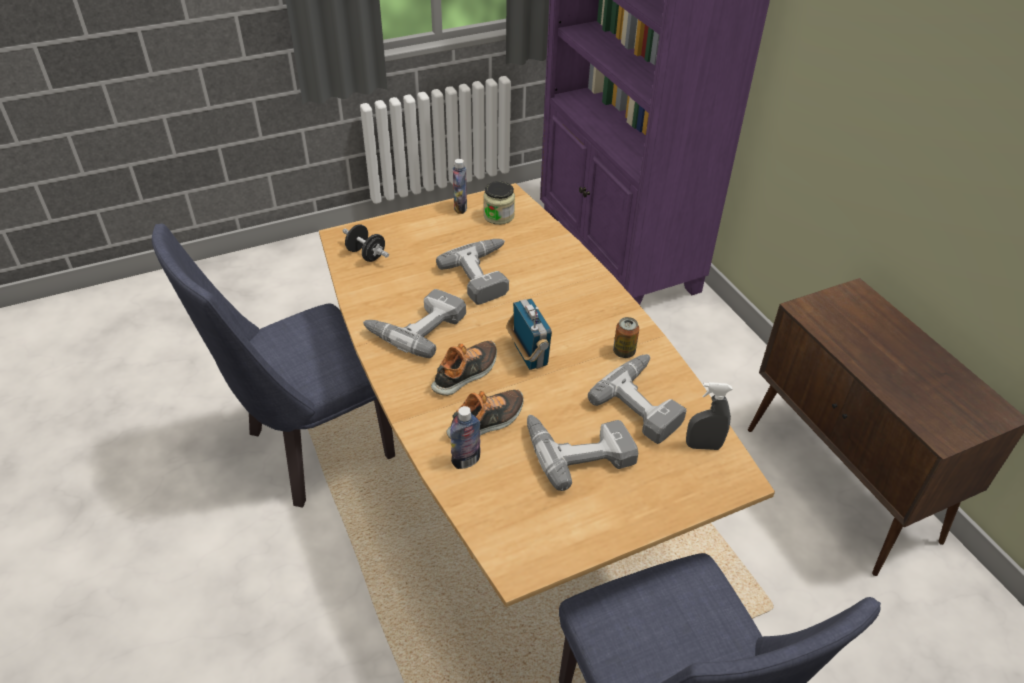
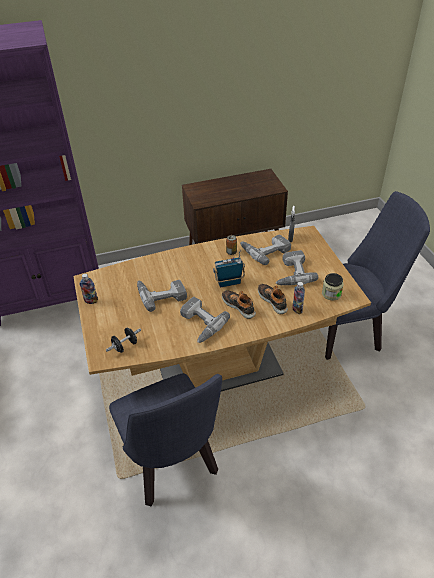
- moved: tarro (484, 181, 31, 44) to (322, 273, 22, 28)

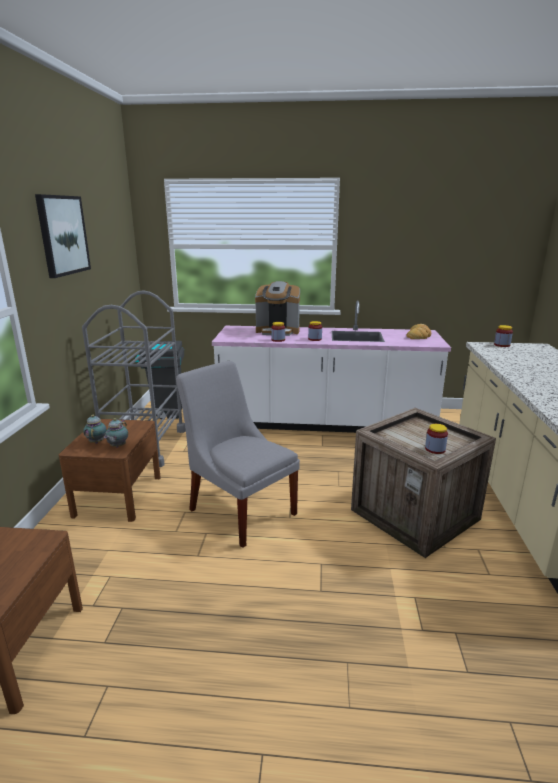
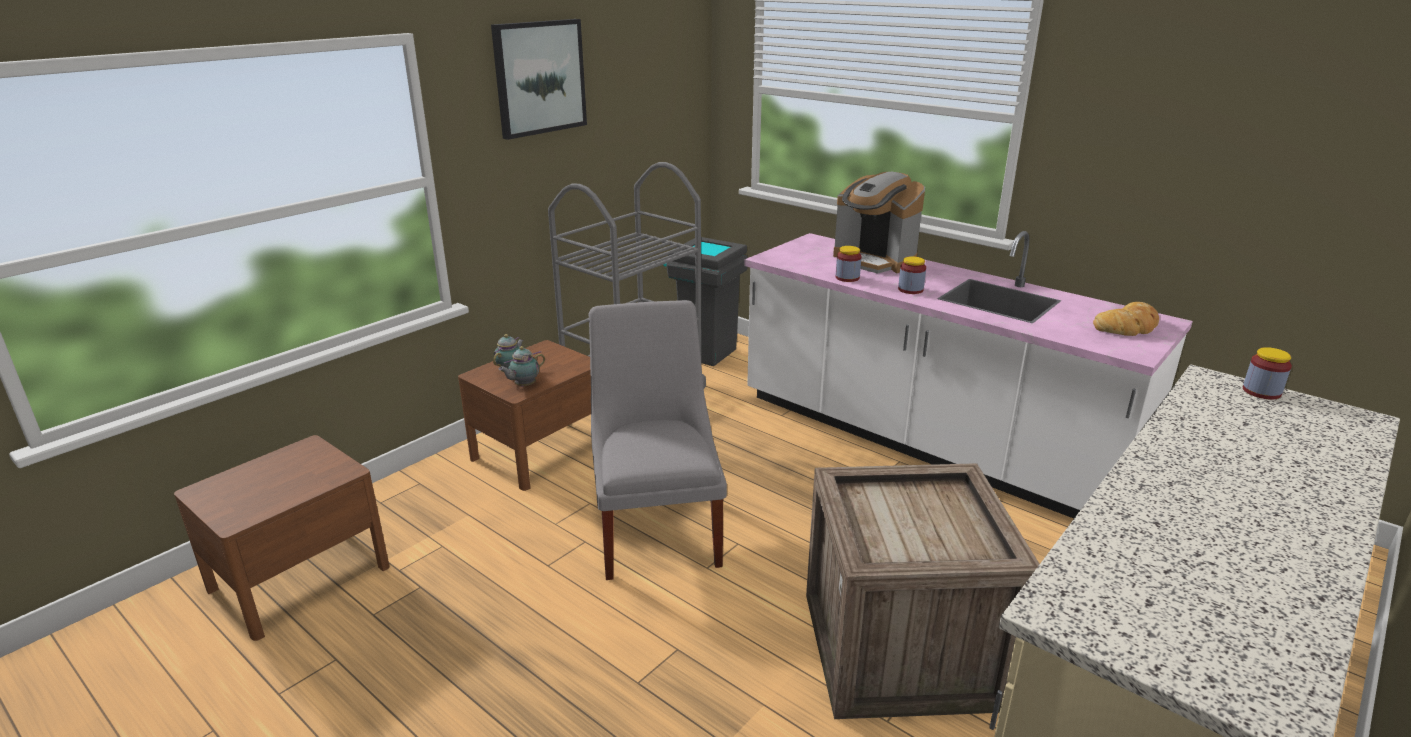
- removed: tarro (425, 424, 23, 30)

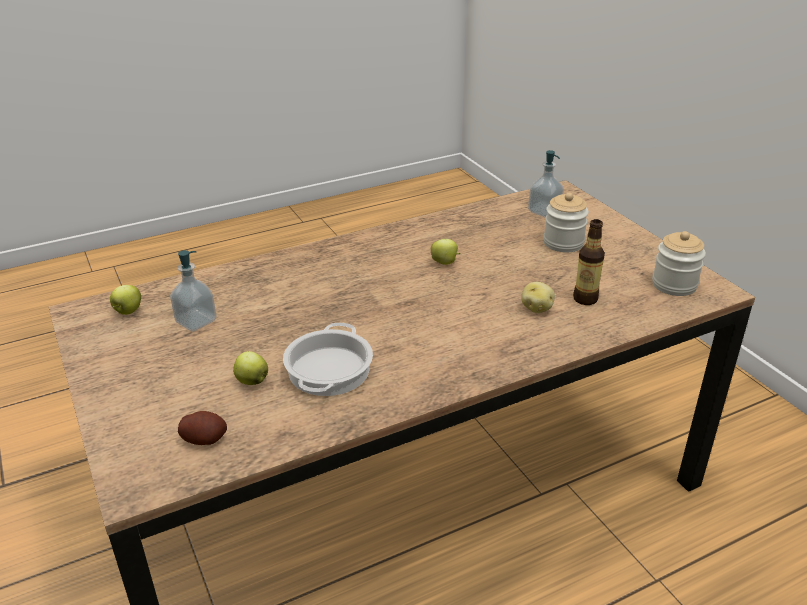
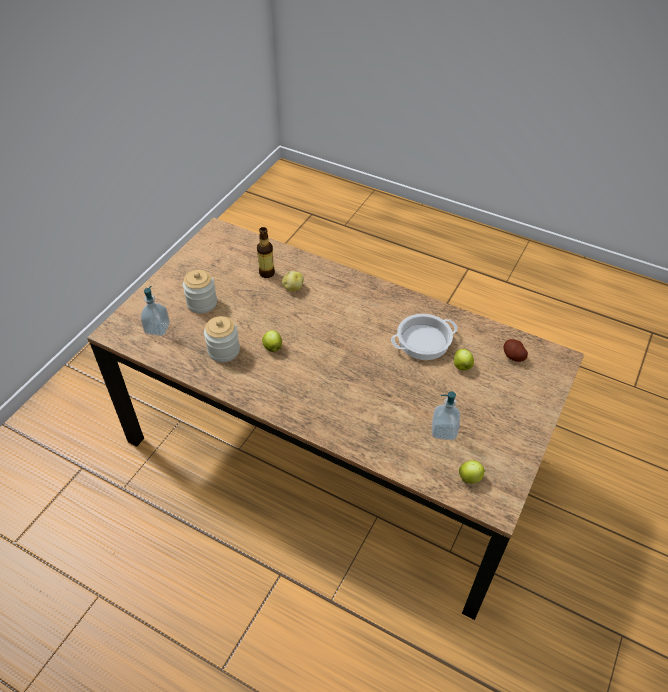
- moved: tarro (652, 231, 54, 65) to (204, 316, 36, 46)

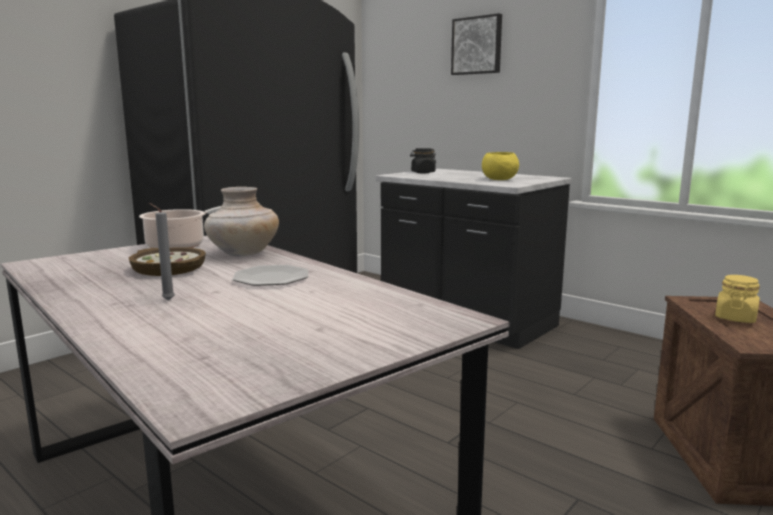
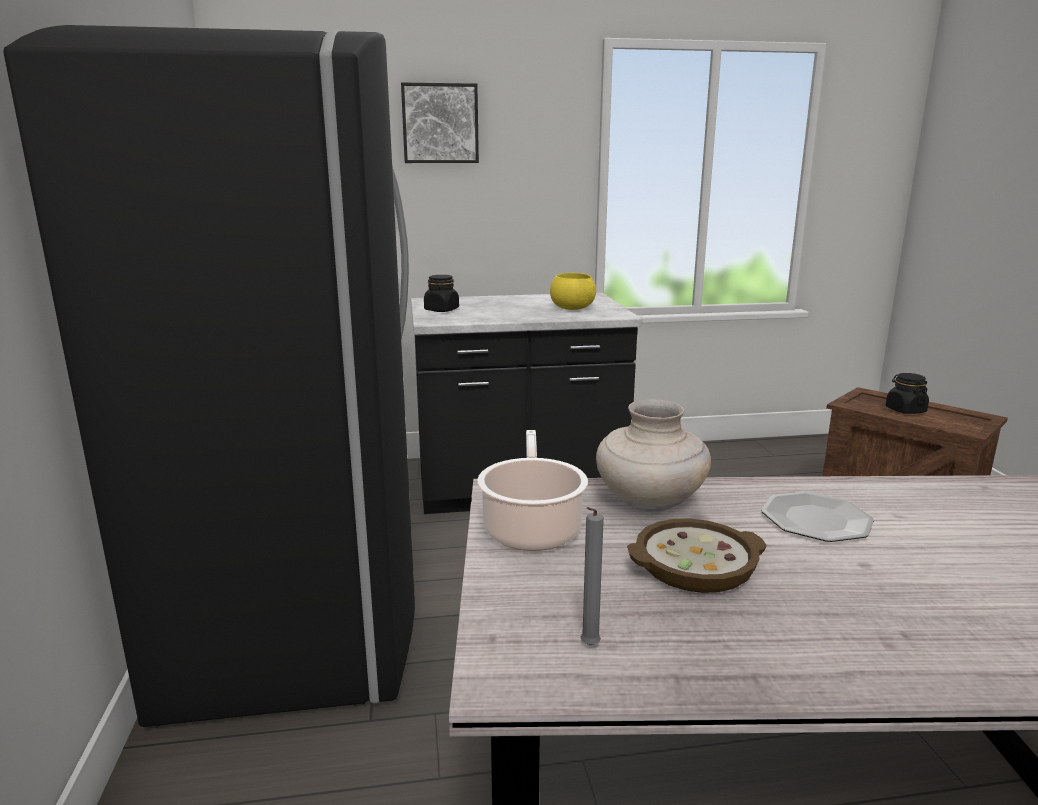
- moved: vela/gris (149, 203, 26, 97) to (581, 507, 23, 139)
- recoloured: tarro/amarillo (715, 275, 45, 48) to tarro/negro (886, 373, 43, 41)

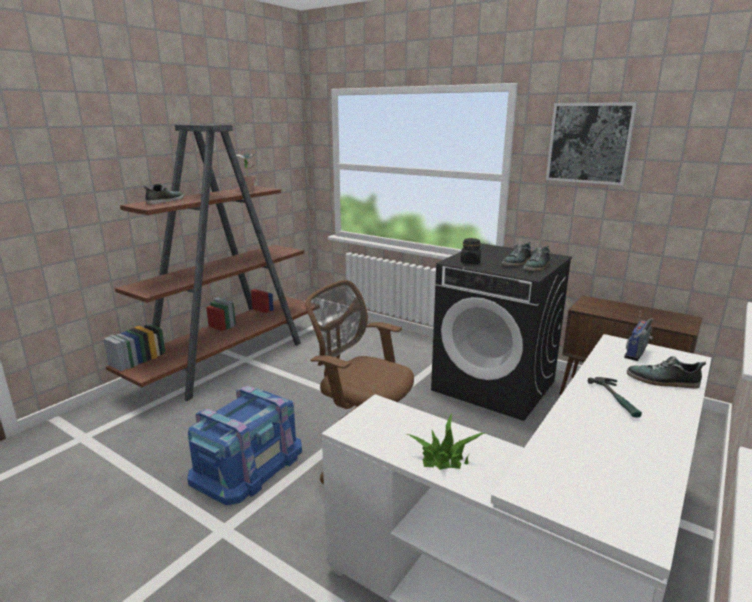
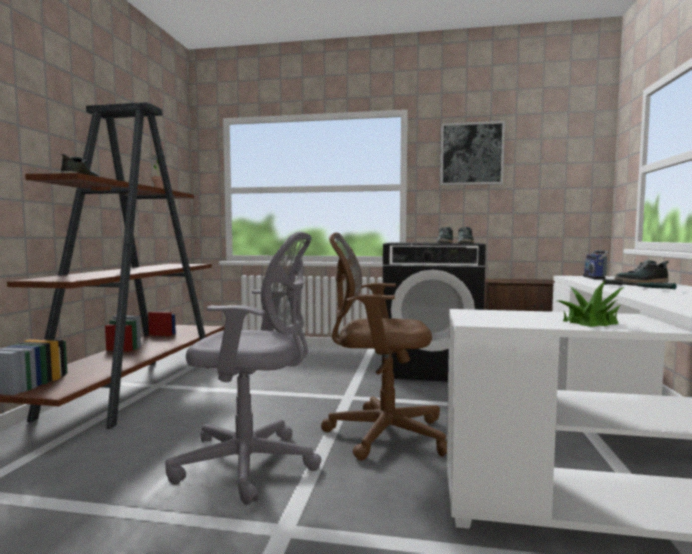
- replaced: caja de almacenaje/azul (187, 386, 115, 119) to silla de oficina/gris (165, 232, 157, 273)
- removed: tarro/negro (461, 238, 20, 26)

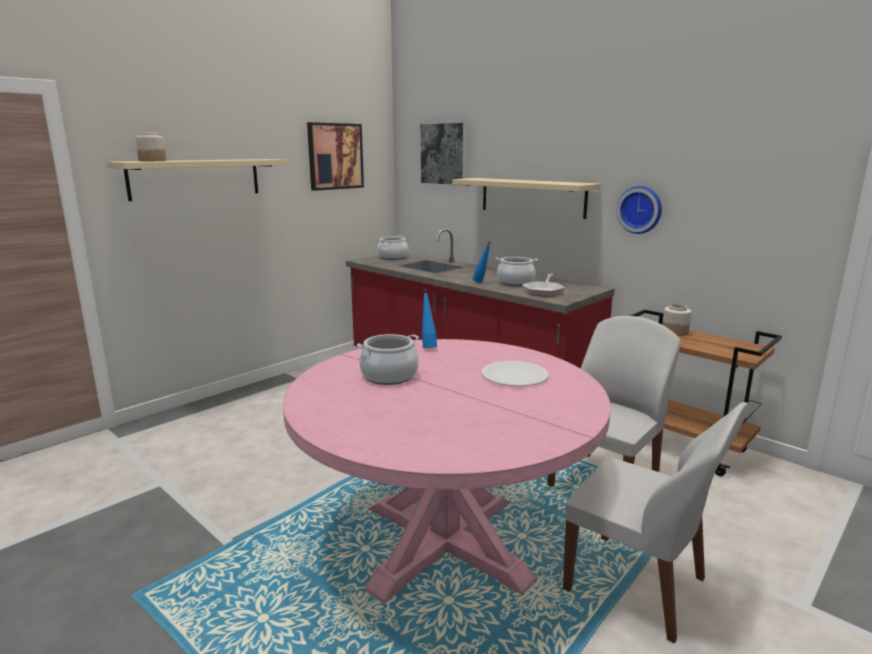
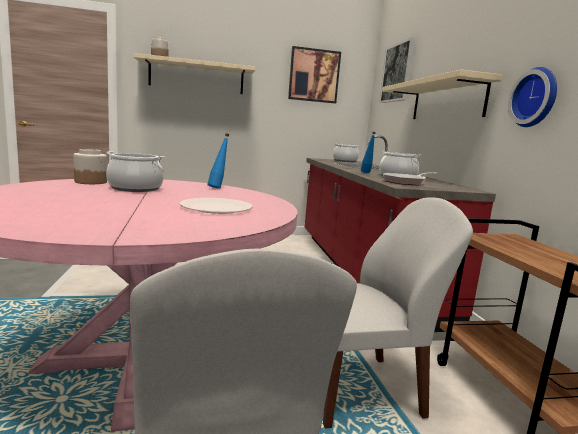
- moved: tarro (662, 304, 29, 32) to (73, 149, 34, 35)

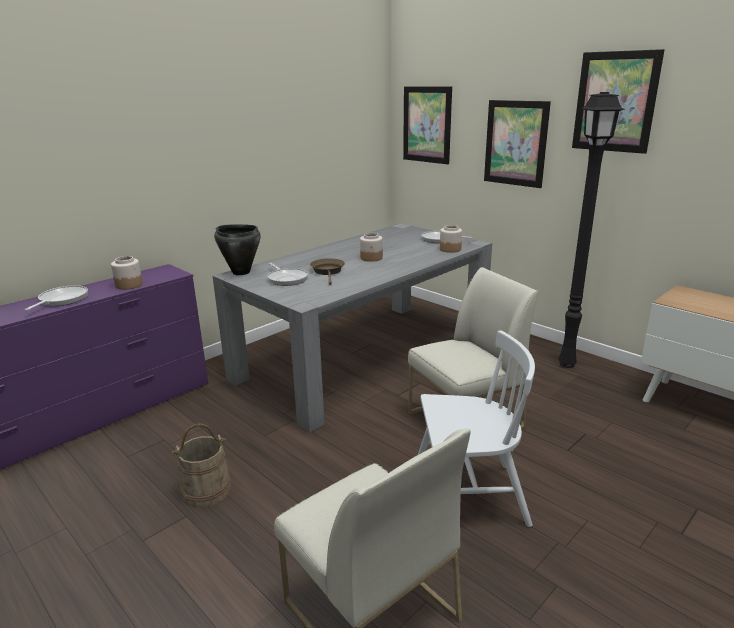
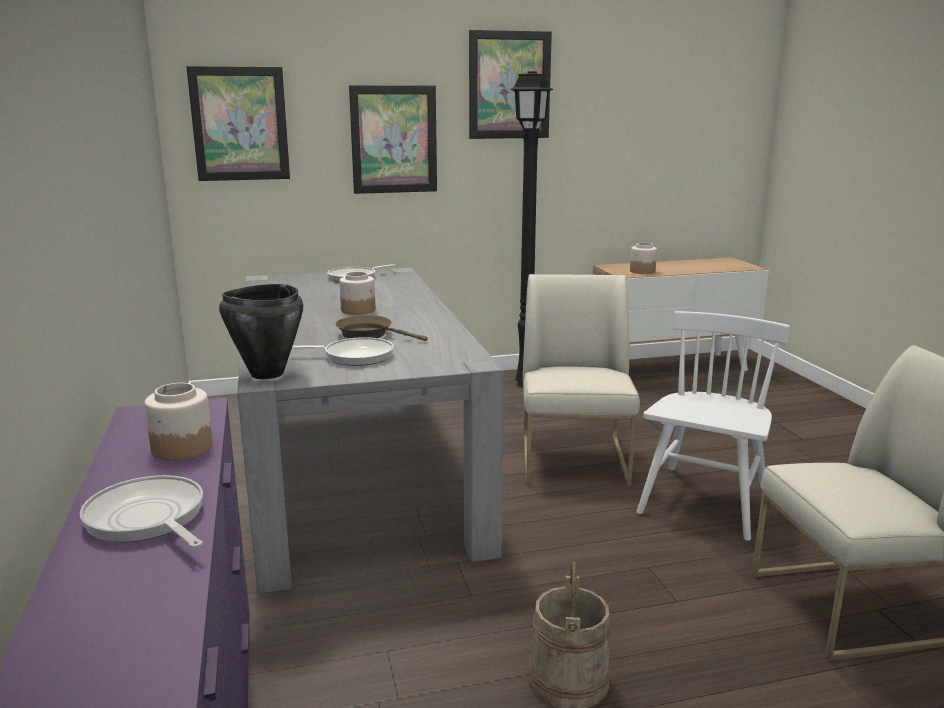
- moved: tarro (440, 225, 22, 28) to (630, 243, 27, 31)

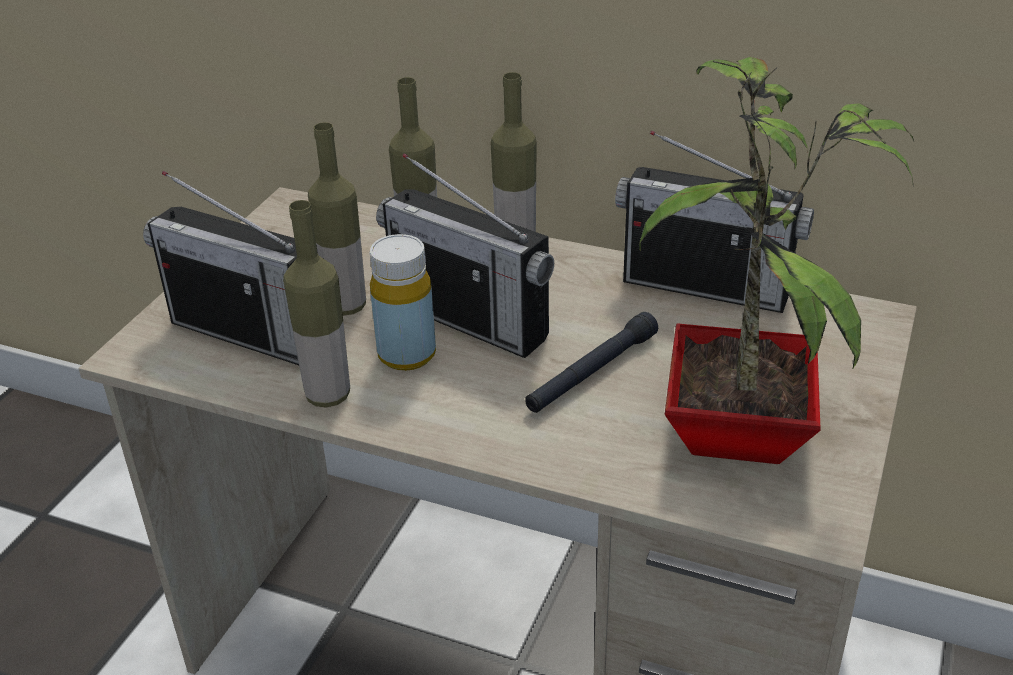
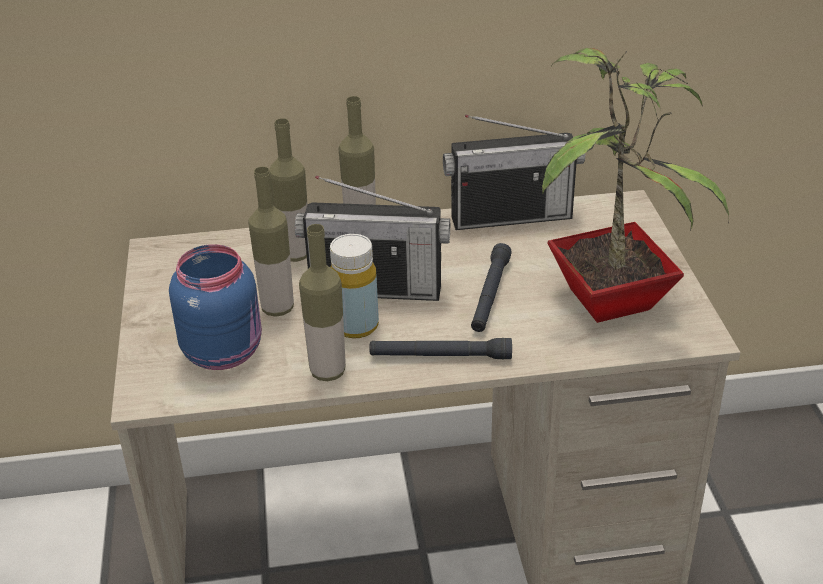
- replaced: radio (143, 171, 175, 194) to tarro/azul (169, 244, 93, 126)
- added: linterna/negro (369, 338, 143, 21)

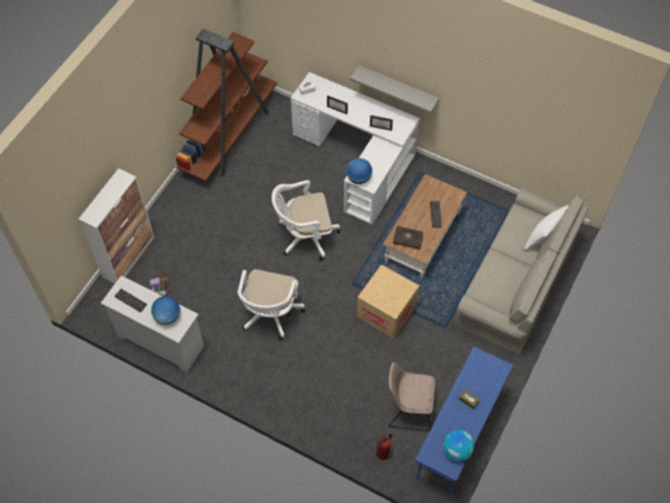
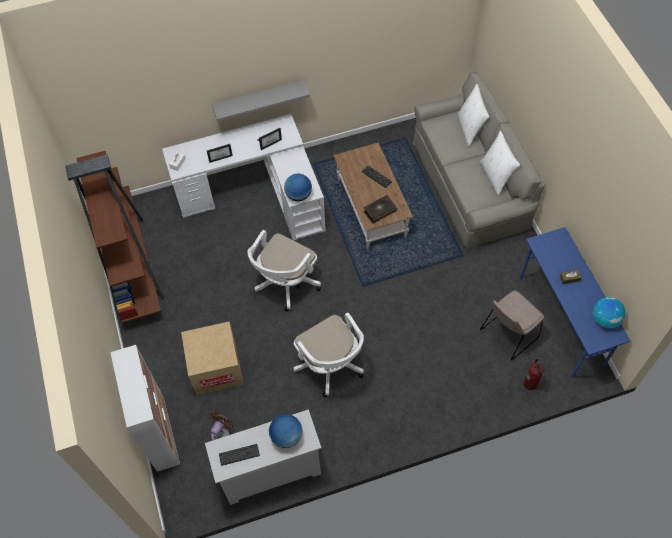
- moved: caja de cartón (357, 264, 62, 75) to (181, 322, 63, 73)
- added: cojín/blanco (480, 131, 40, 65)

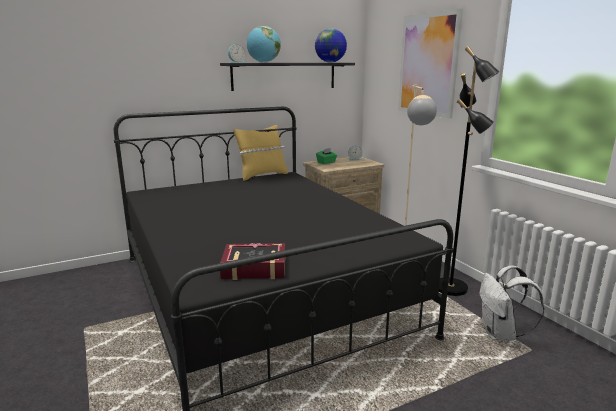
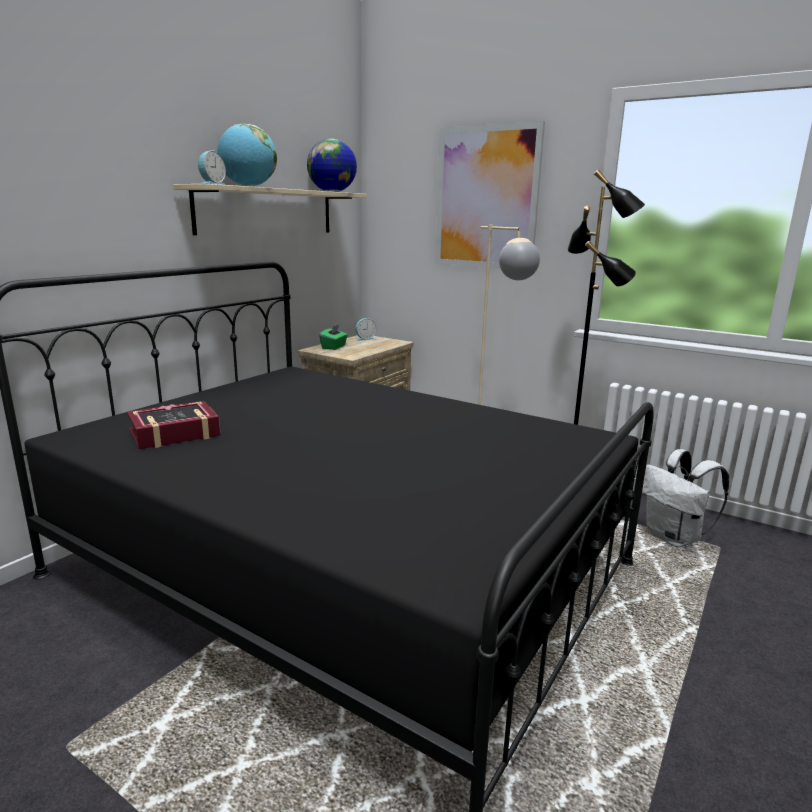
- recoloured: estante/negro (220, 63, 135, 28) to estante/beis (173, 184, 194, 51)
- moved: libro (220, 243, 65, 37) to (127, 401, 93, 48)
- removed: cojín/amarillo (234, 125, 54, 56)

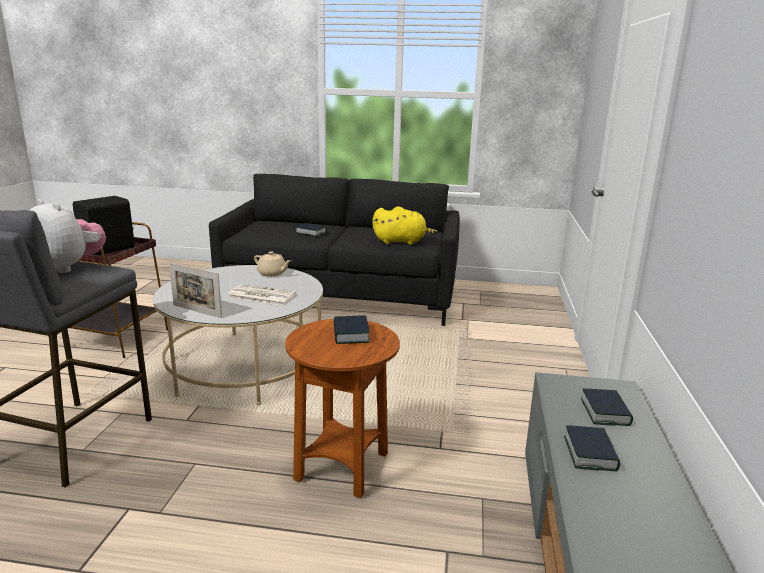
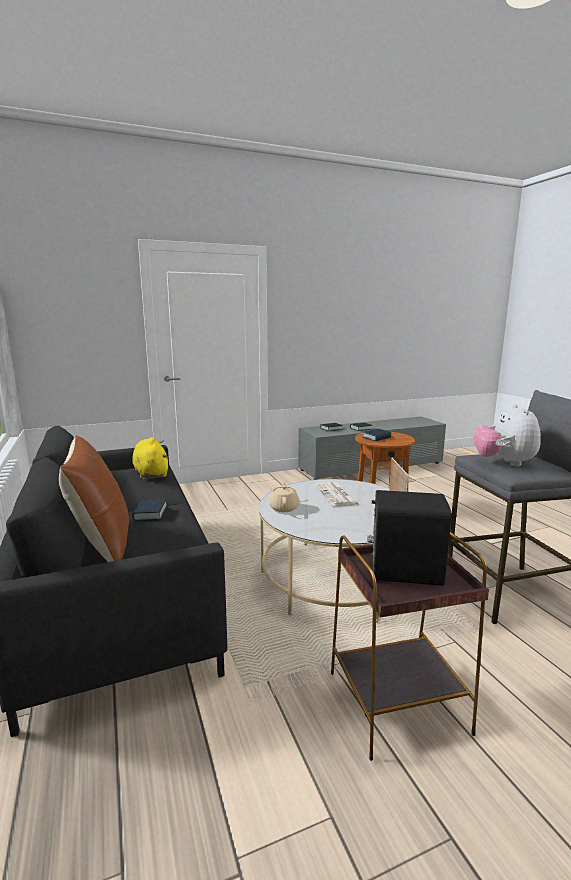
- added: cojín/marrón (59, 435, 70, 127)

